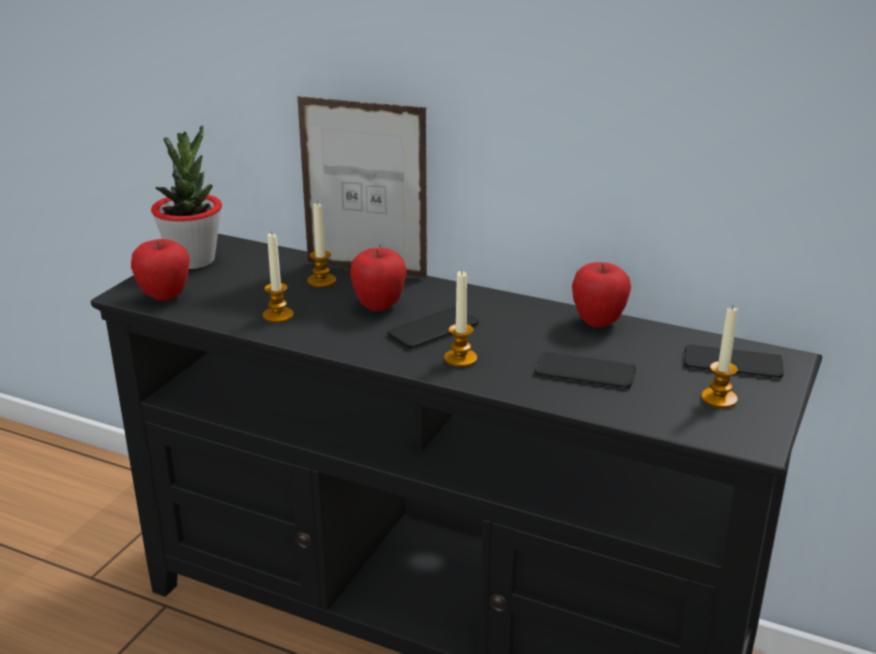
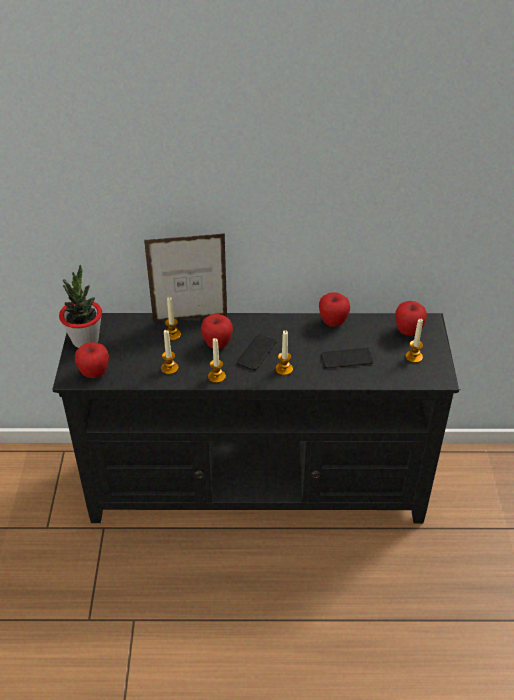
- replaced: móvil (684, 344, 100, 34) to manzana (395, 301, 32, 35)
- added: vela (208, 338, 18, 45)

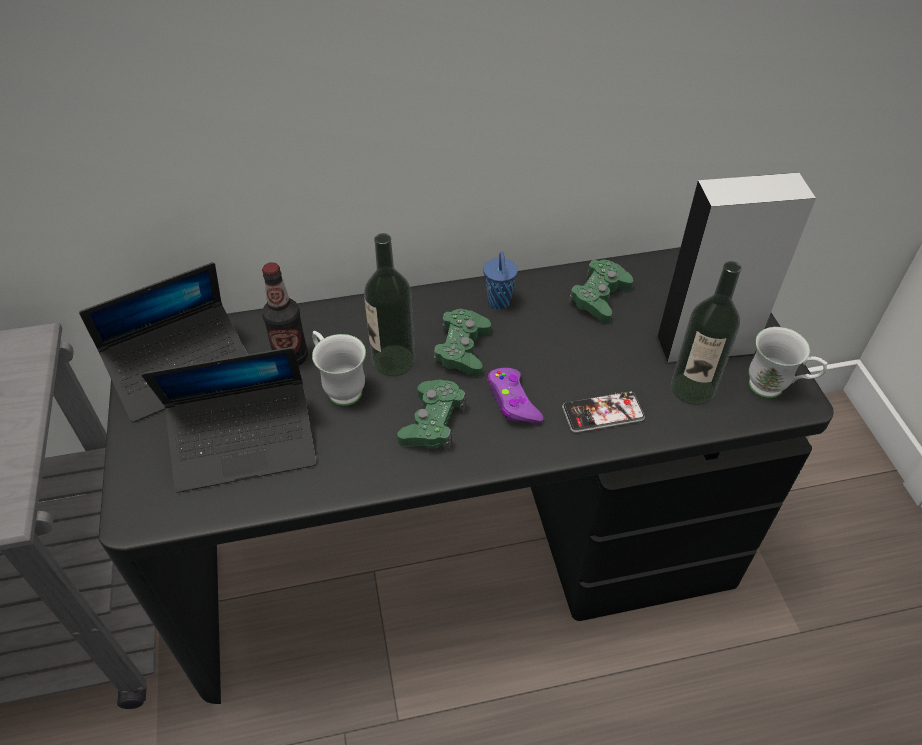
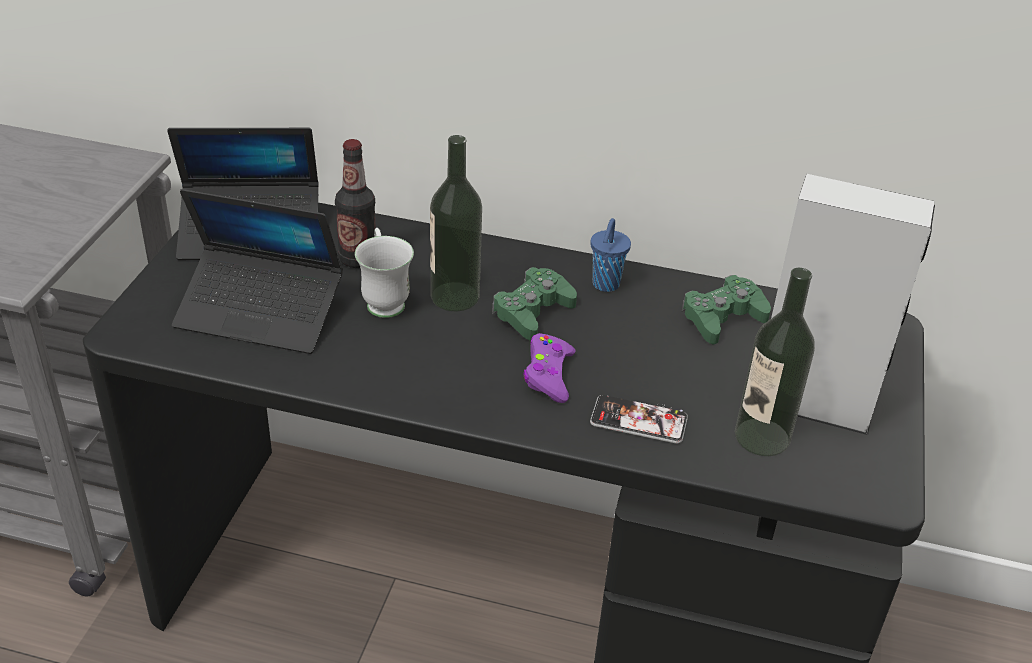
- removed: mando de consola/verde (397, 379, 69, 72)
- removed: taza grande/blanco (749, 327, 79, 71)

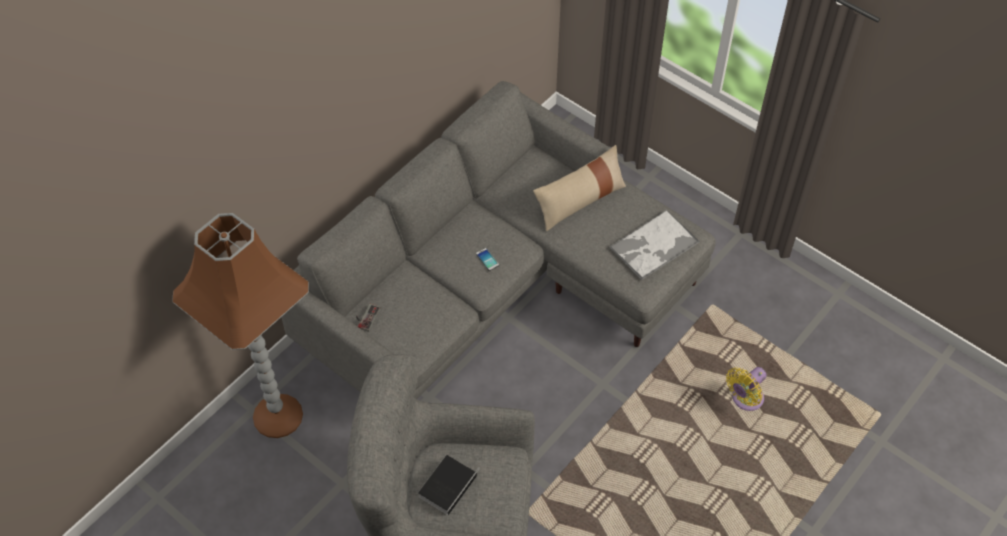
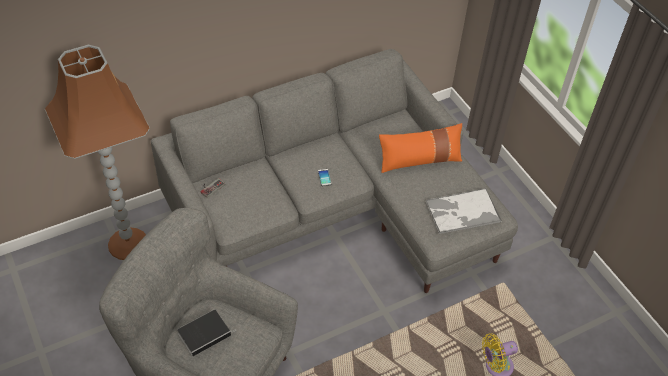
- recoloured: cojín/beis (533, 145, 93, 86) to cojín/naranja (379, 123, 83, 50)

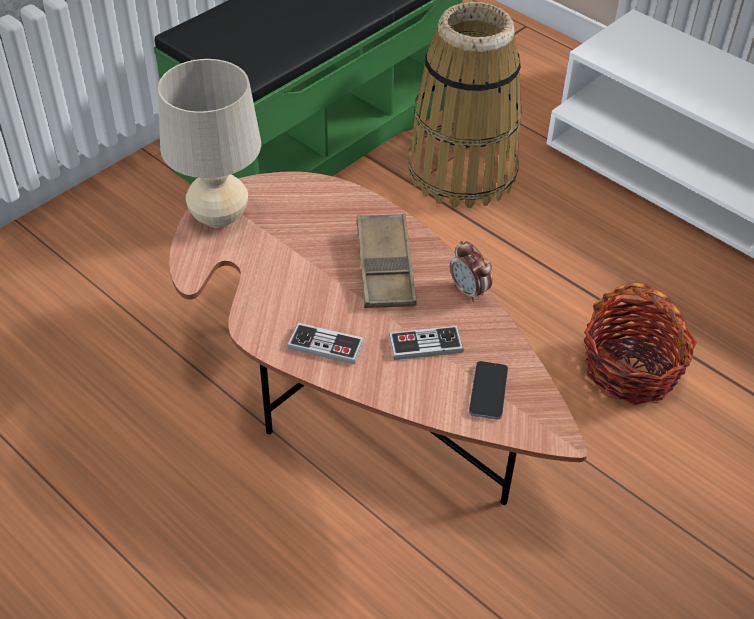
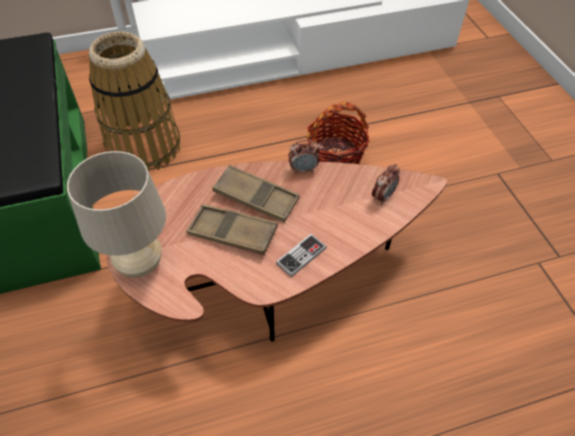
- removed: mando de consola (389, 326, 74, 34)
- replaced: móvil (469, 361, 39, 58) to despertador (372, 164, 28, 41)
- added: bandeja/marrón (186, 204, 92, 51)

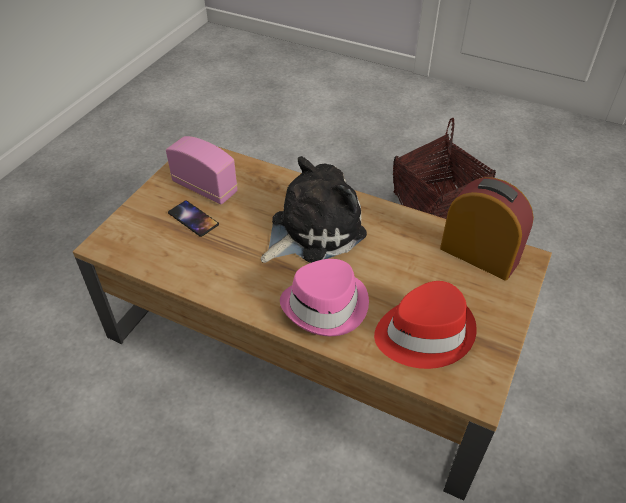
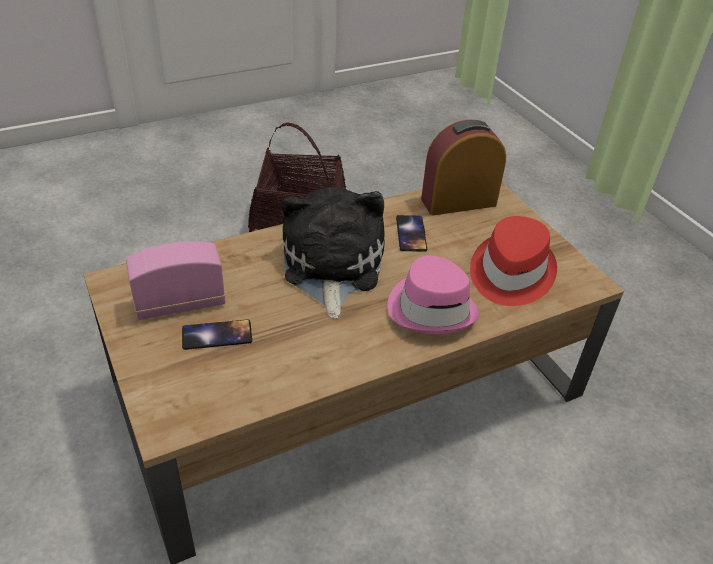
- added: móvil (396, 215, 31, 37)

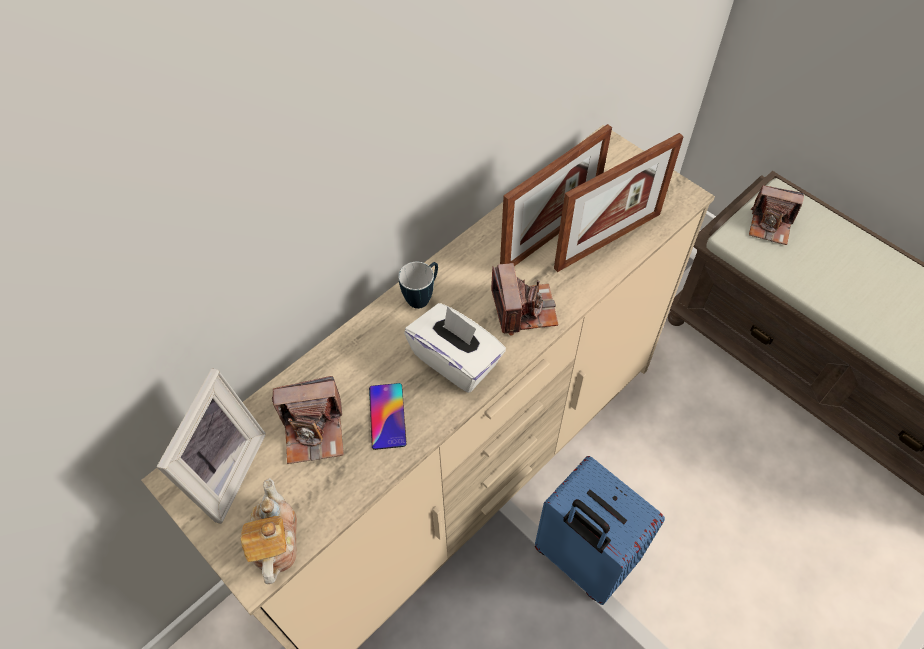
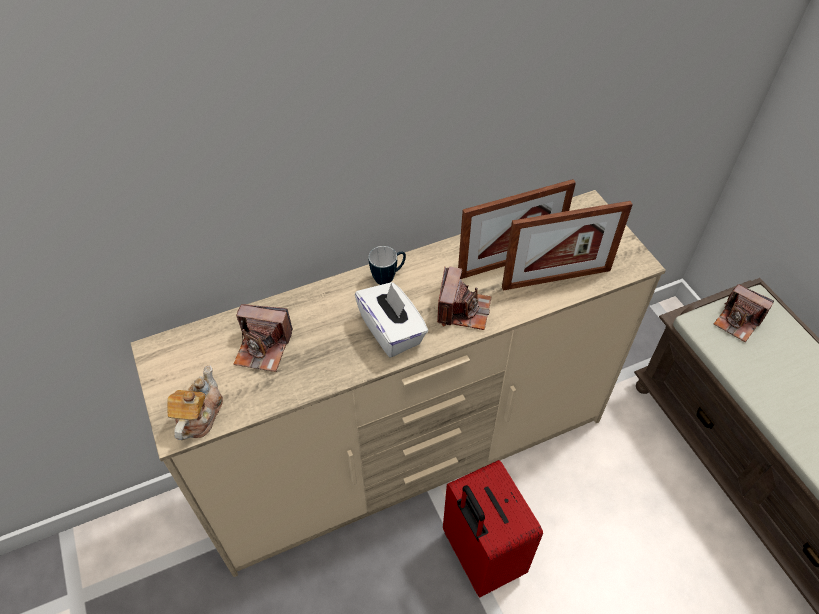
- removed: portarretratos (157, 368, 109, 156)
- removed: móvil (369, 383, 37, 67)
- recoloured: maleta/azul (535, 456, 130, 149) to maleta/rojo (443, 460, 100, 137)

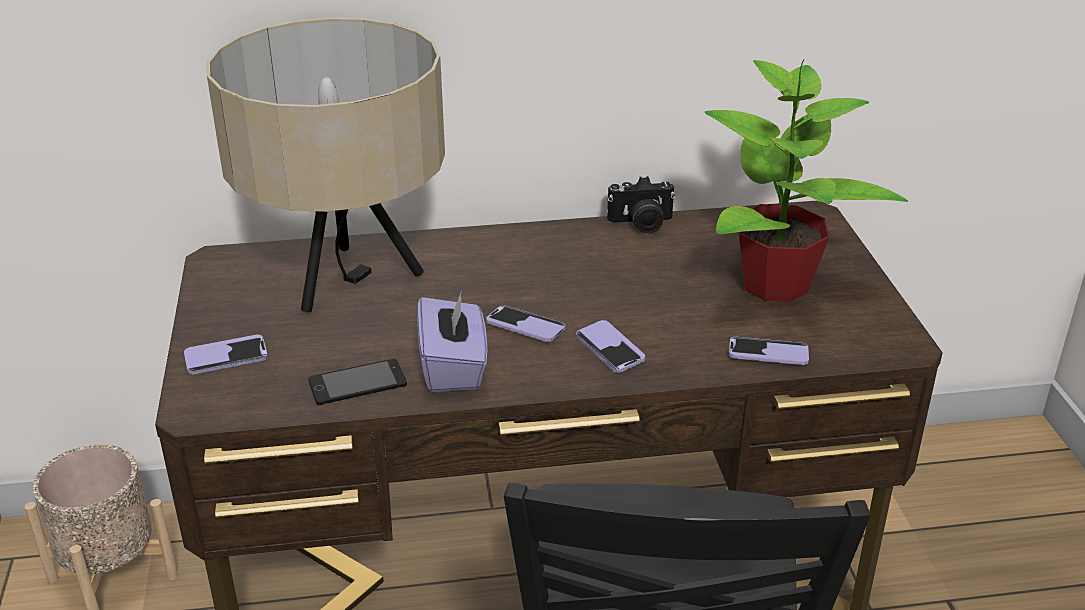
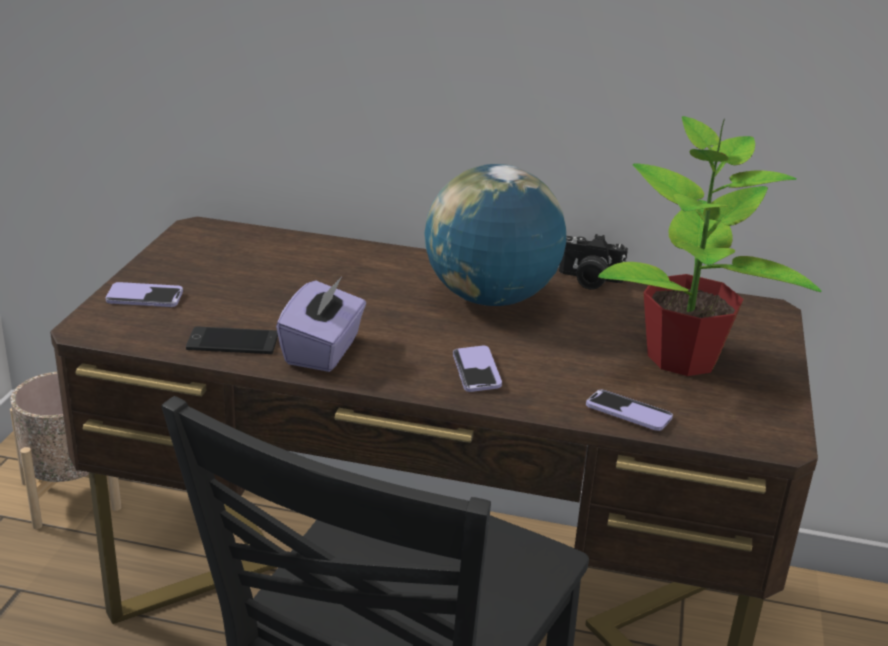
- removed: lámpara de mesa/beis (206, 18, 239, 294)
- removed: móvil (486, 305, 79, 37)
- added: globo terráqueo (424, 164, 142, 142)

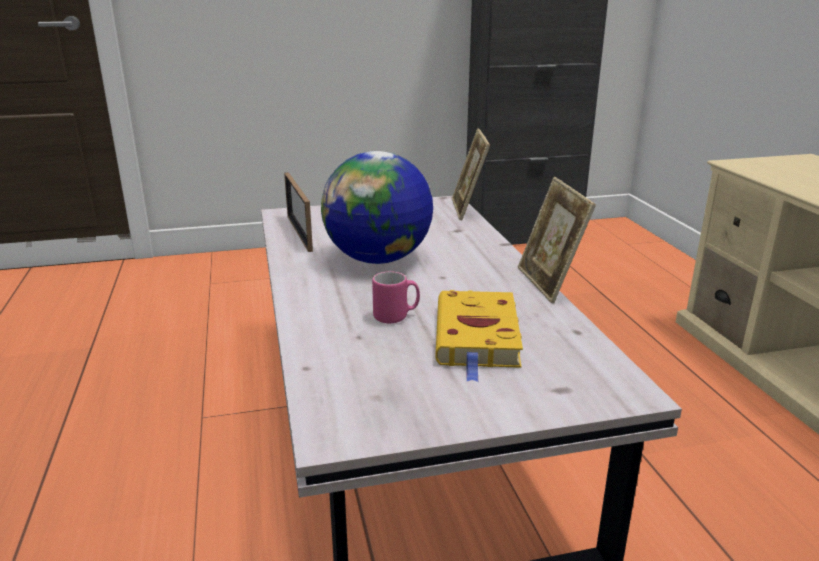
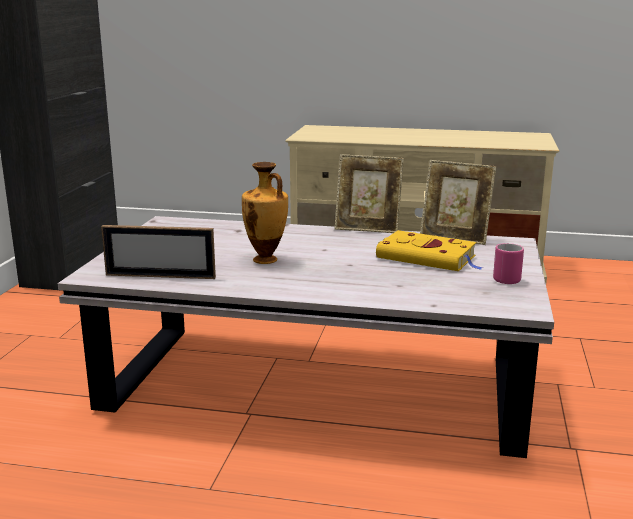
- replaced: globo terráqueo (321, 151, 112, 113) to florero (242, 162, 46, 102)
- moved: taza grande/rosa (372, 271, 48, 52) to (493, 243, 31, 41)
- moved: portarretratos (452, 128, 38, 92) to (420, 160, 76, 85)

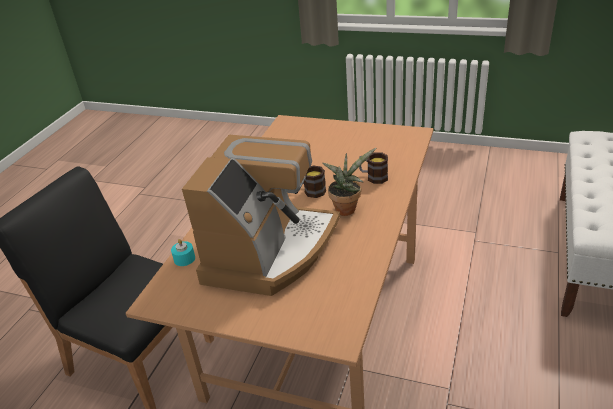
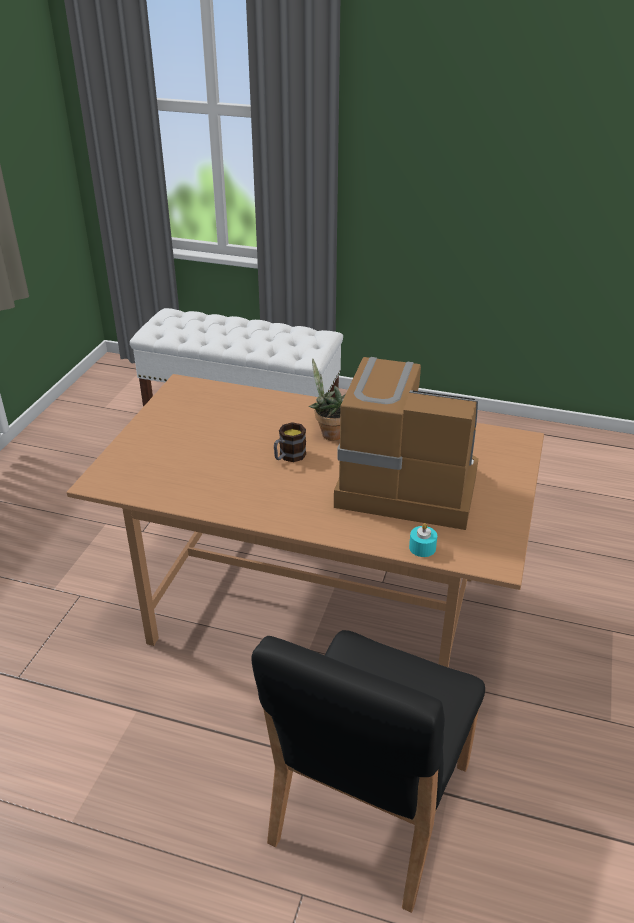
- removed: taza grande (359, 152, 29, 32)

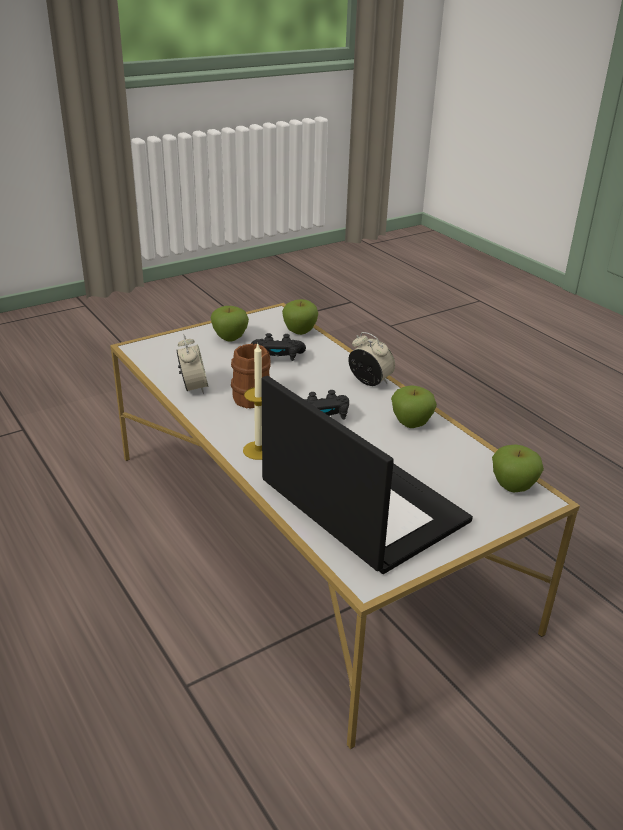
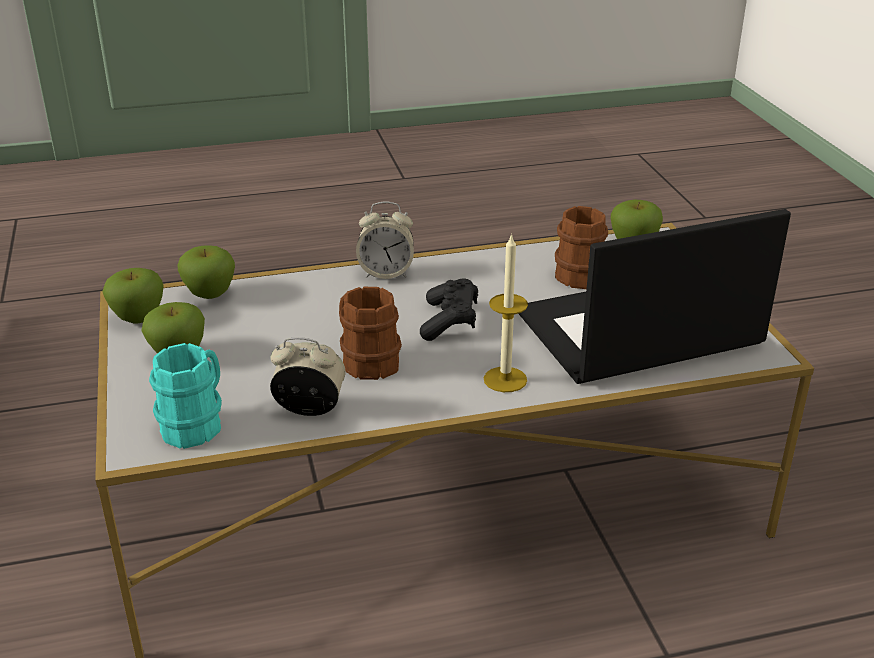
- removed: mando de consola/negro (251, 333, 55, 28)
- turned: despertador (348, 332, 47, 54) = (356, 202, 58, 77) 150 degrees counterclockwise
- moved: manzana (391, 385, 46, 43) to (102, 268, 62, 55)
- added: taza grande/turquesa (149, 343, 73, 106)
- added: taza grande/marrón (555, 206, 53, 83)

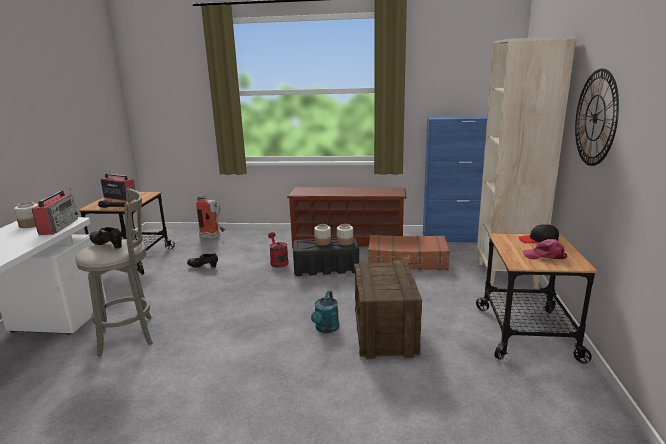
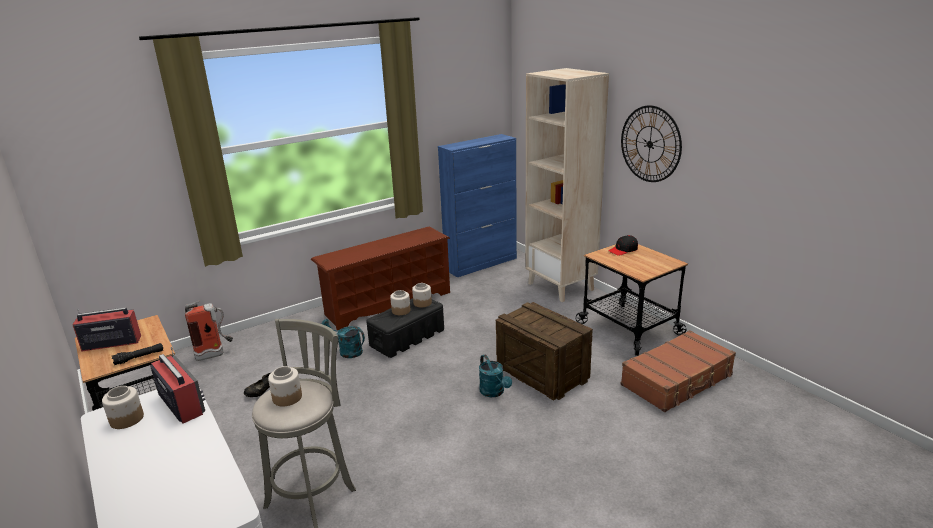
- replaced: zapato/negro (89, 227, 33, 21) to tarro (268, 366, 34, 41)
- recoloured: regadera/rojo (268, 232, 21, 36) to regadera/turquesa (321, 319, 44, 39)
- moved: maleta/marrón (368, 235, 82, 35) to (621, 330, 115, 82)
- removed: gorra/rosa (522, 239, 45, 21)

